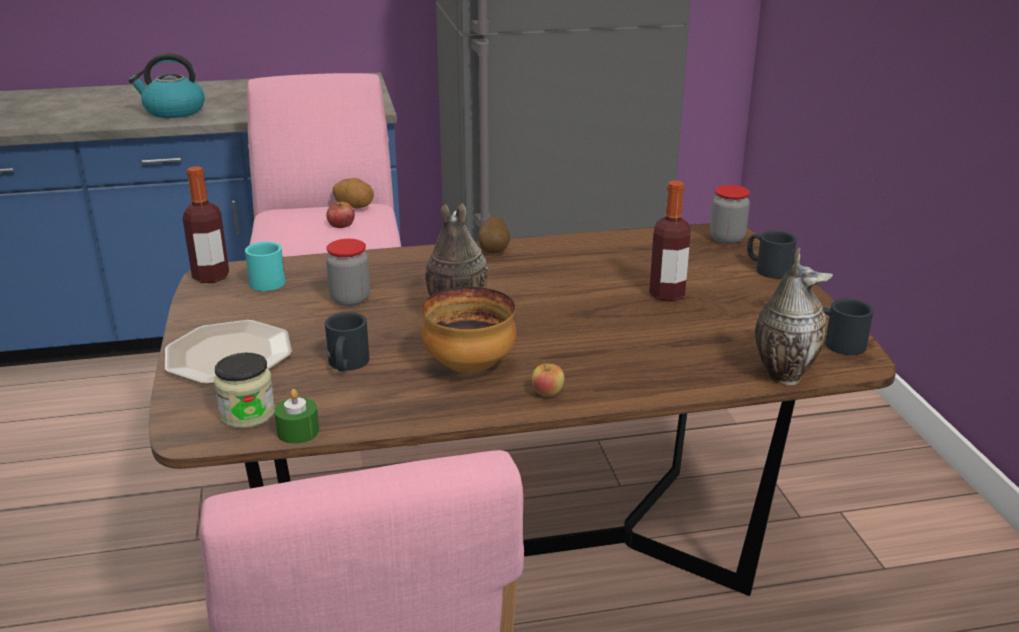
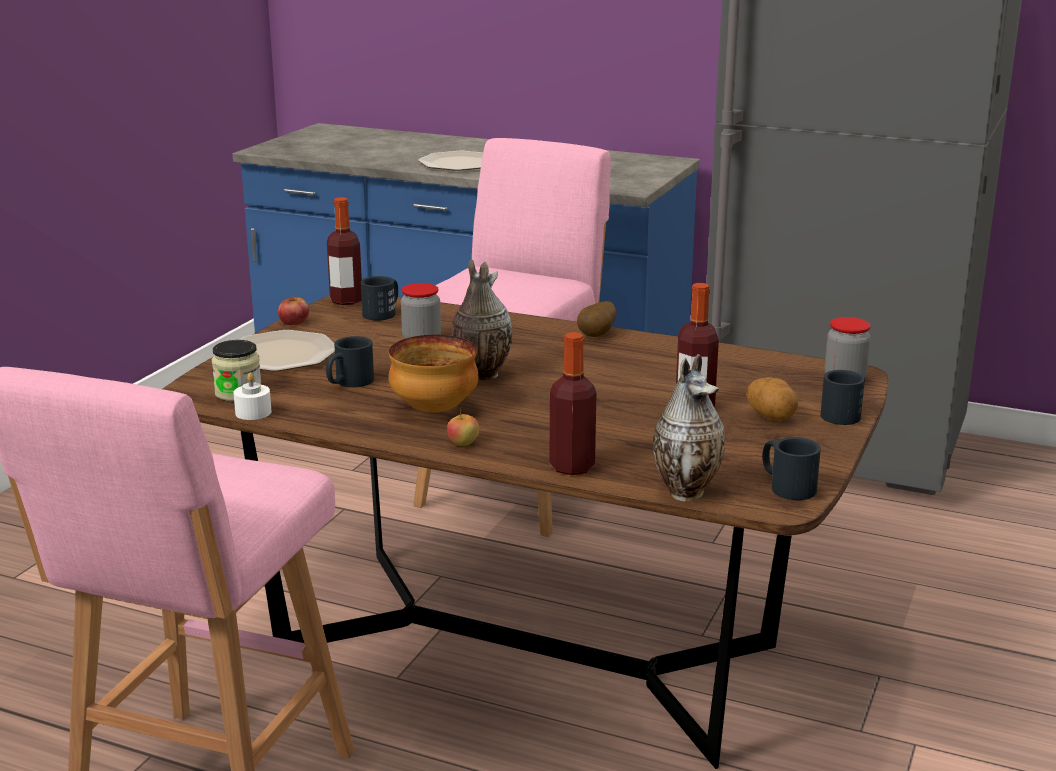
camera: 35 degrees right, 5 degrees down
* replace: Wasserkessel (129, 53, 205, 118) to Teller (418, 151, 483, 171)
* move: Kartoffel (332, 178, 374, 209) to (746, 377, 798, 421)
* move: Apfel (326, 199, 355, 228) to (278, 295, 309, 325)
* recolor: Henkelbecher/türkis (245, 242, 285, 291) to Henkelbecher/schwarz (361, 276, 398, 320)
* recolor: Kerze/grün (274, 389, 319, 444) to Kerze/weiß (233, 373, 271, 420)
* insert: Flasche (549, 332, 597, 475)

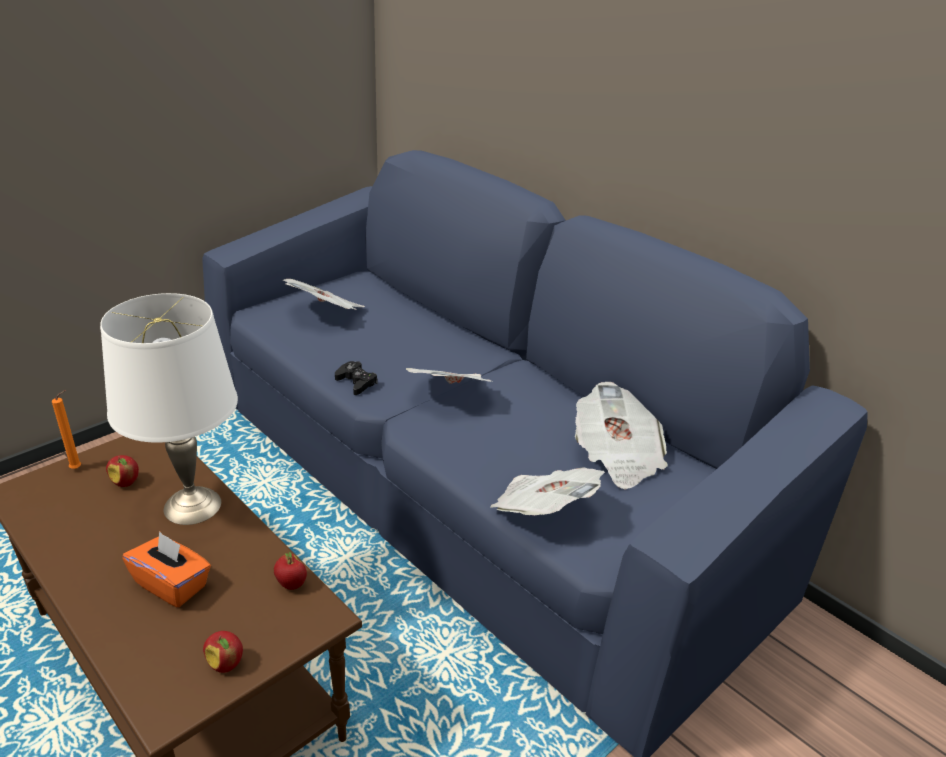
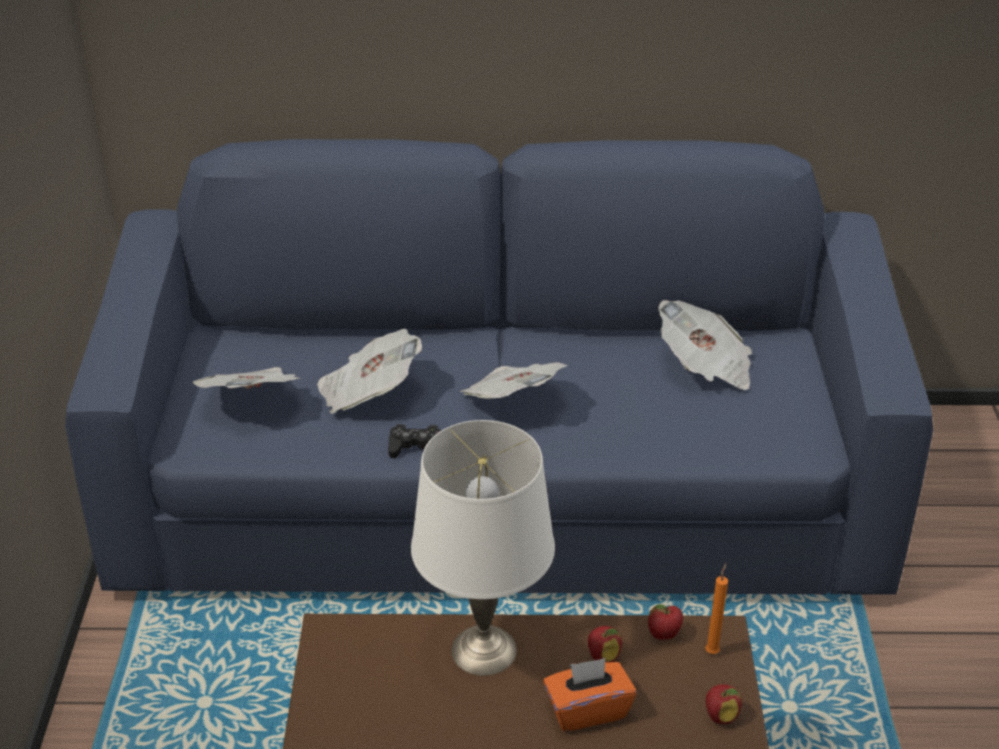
camera: 45 degrees left, 5 degrees up
* move: Kerze/orange (52, 390, 81, 469) to (705, 563, 728, 654)
* move: Apfel (106, 455, 139, 487) to (588, 626, 622, 662)
* move: Zeitung (491, 468, 605, 515) to (317, 329, 422, 414)

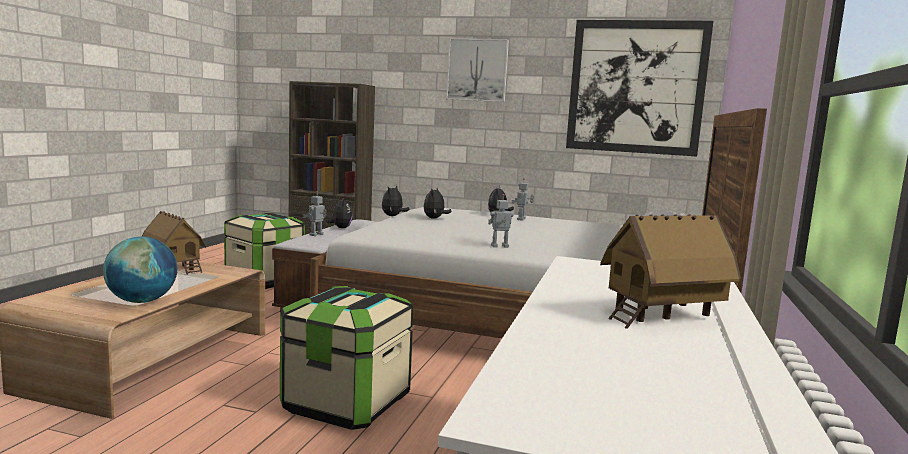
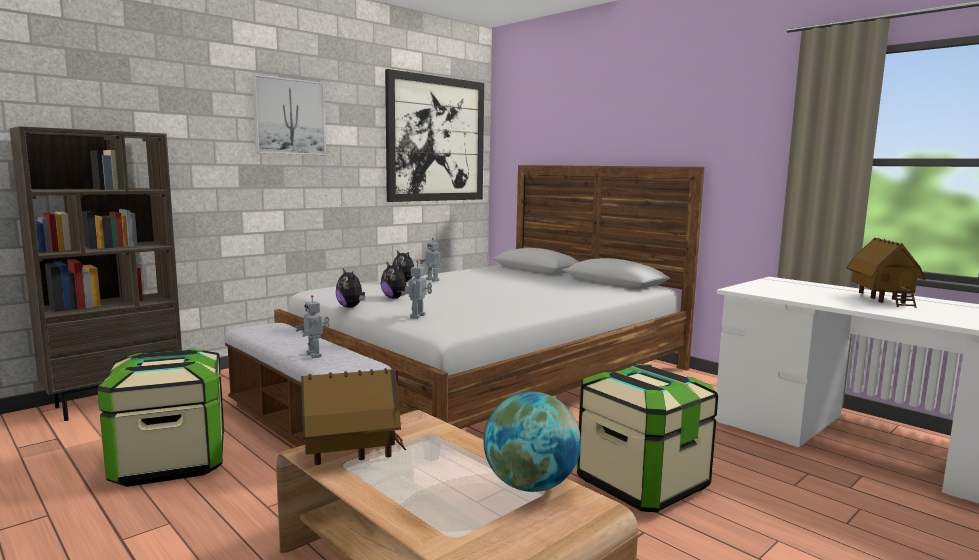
camera: 60 degrees left, 0 degrees up
* move: Spielzeugroboter (488, 194, 513, 247) to (401, 260, 432, 319)
* delete: Plüschtier (326, 197, 353, 228)

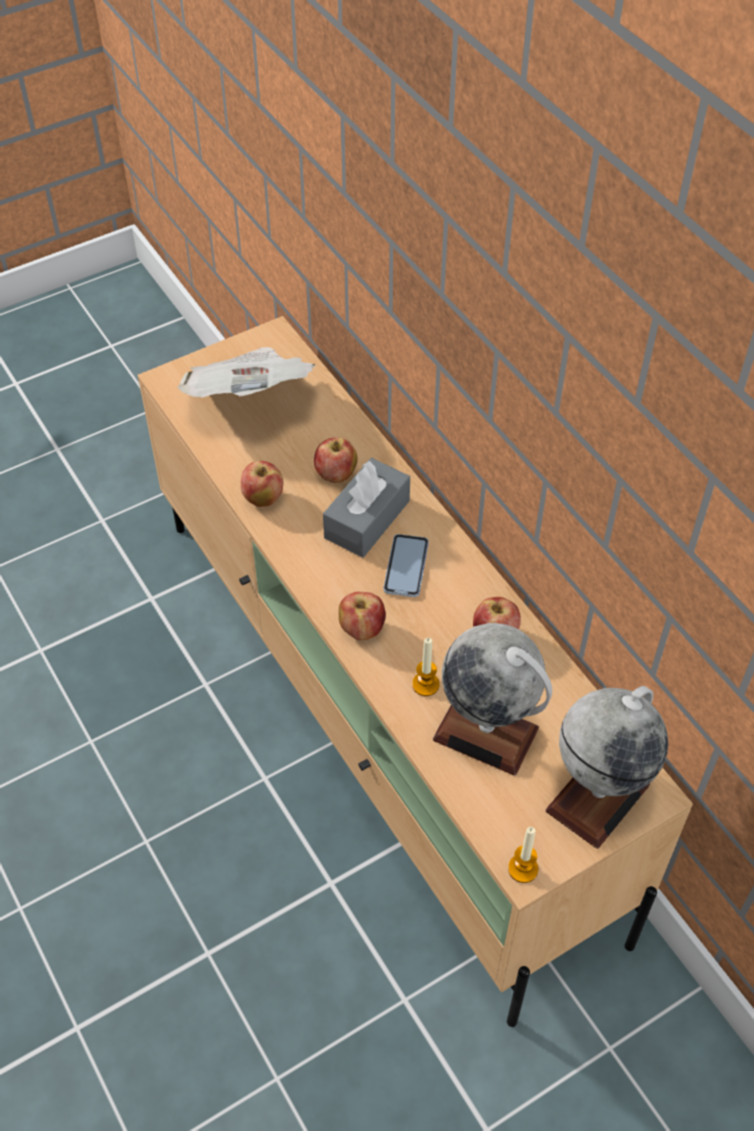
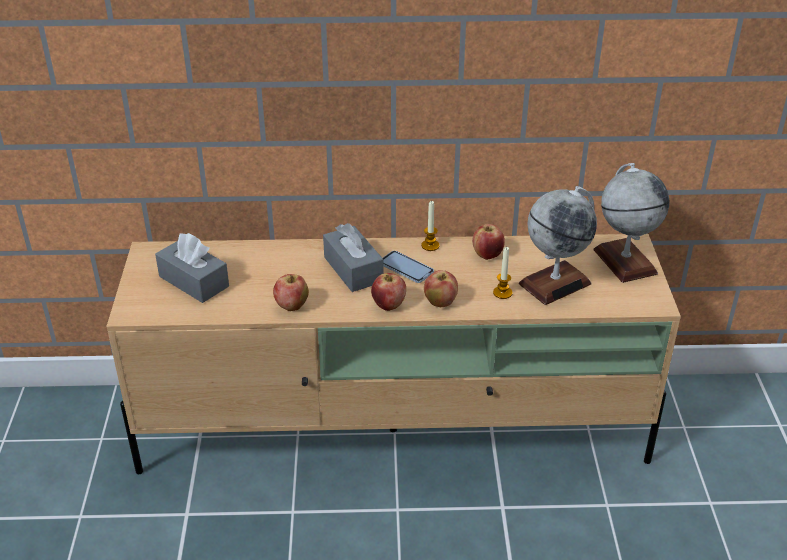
camera: 60 degrees left, 15 degrees down
* replace: Zeitung (177, 347, 316, 398) to Taschentuchbox/grau (155, 233, 229, 303)
* move: Apfel (314, 437, 358, 483) to (371, 273, 406, 311)
* move: Kerze (508, 827, 538, 883) to (421, 201, 439, 251)

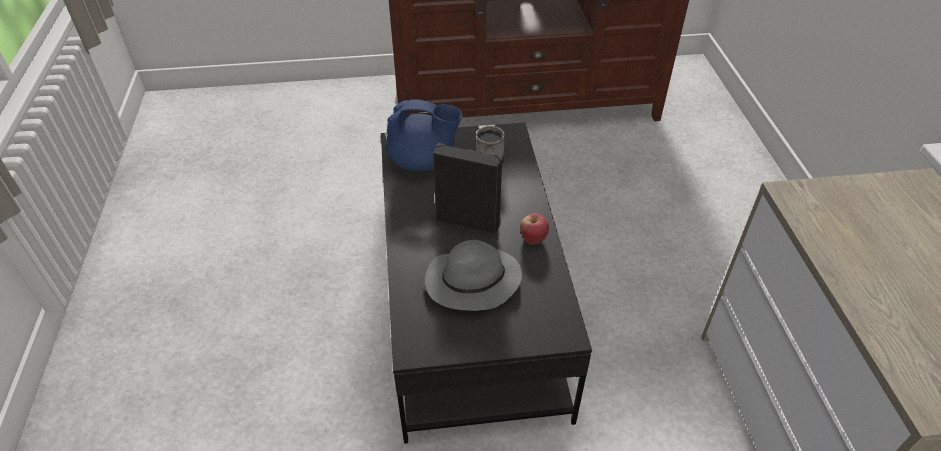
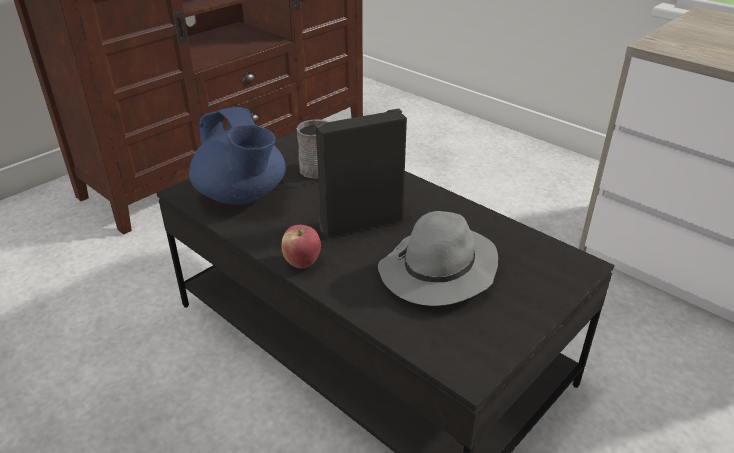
camera: 40 degrees left, 10 degrees down
* rotate: Teekanne/blau (385, 100, 462, 171) = (189, 107, 286, 205) 90 degrees clockwise
* move: Apfel (520, 213, 549, 245) to (281, 225, 321, 268)

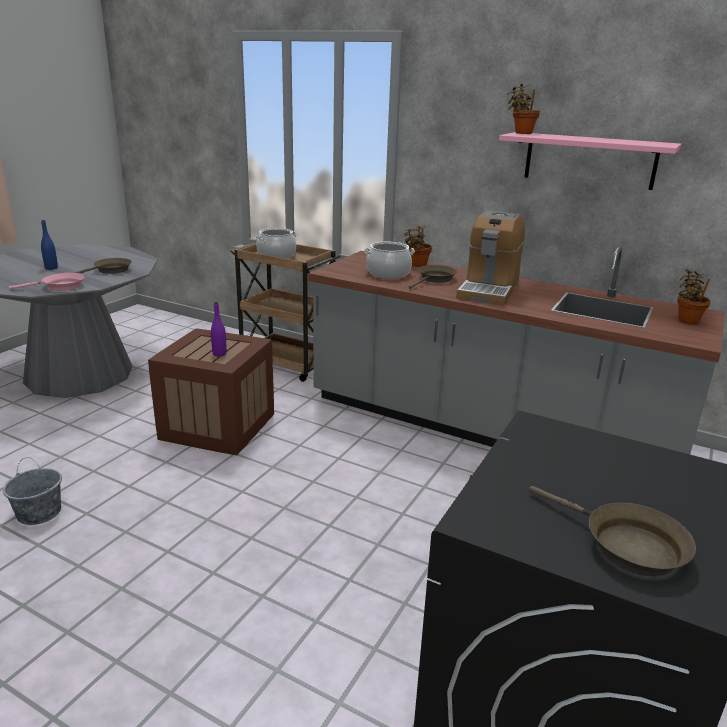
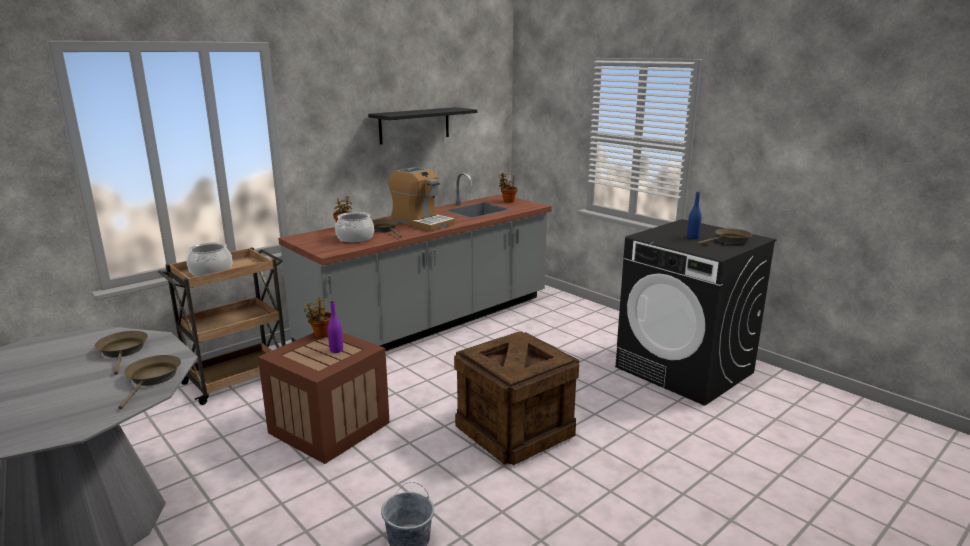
camera: 70 degrees left, 5 degrees down
* move: Topfpflanze (507, 84, 540, 134) to (303, 297, 331, 338)
* recolor: Wandregal/rosa (499, 132, 681, 190) to Wandregal/schwarz (368, 107, 477, 145)
* move: Flasche/blau (41, 220, 58, 270) to (687, 192, 702, 239)
* recolor: Pfanne/rosa (9, 273, 84, 291) to Pfanne/braun (118, 355, 181, 410)
* insert: Kiste (454, 331, 579, 465)

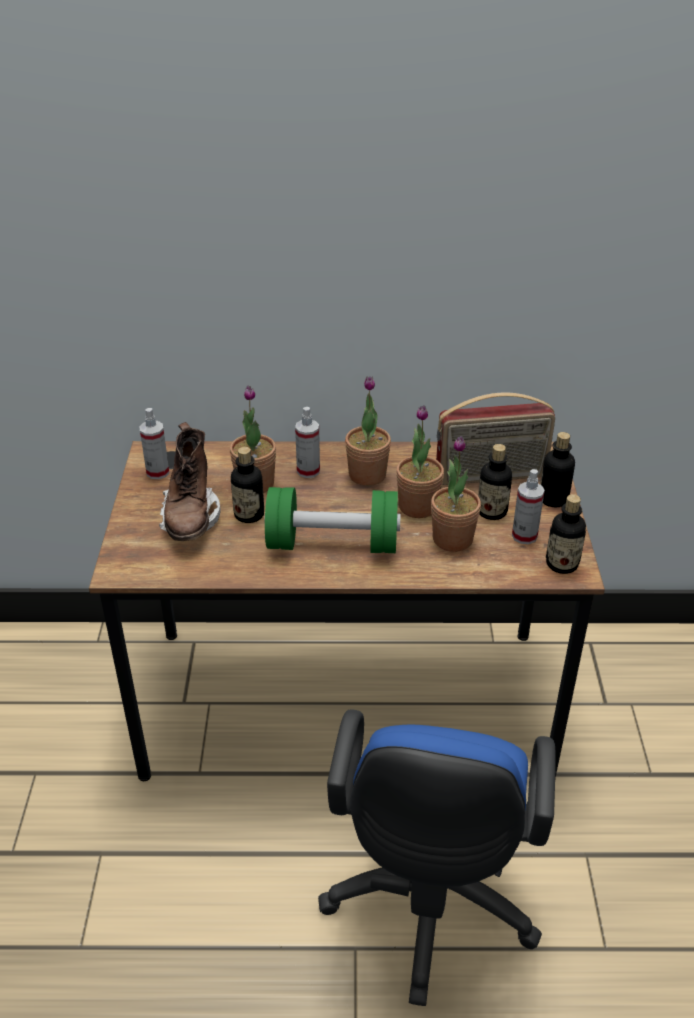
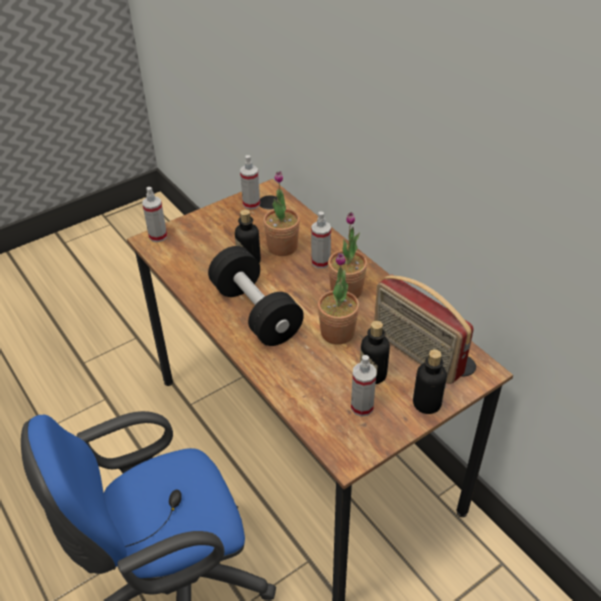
camera: 55 degrees right, 5 degrees up
* delete: Stiefel/braun (159, 422, 221, 541)
* delete: Topfpflanze (431, 436, 481, 552)
* recolor: Hantel/grün (265, 487, 401, 553) to Hantel/schwarz (208, 246, 304, 346)
* delete: Flasche (546, 494, 586, 574)
* insert: Sprühflasche (142, 187, 167, 242)

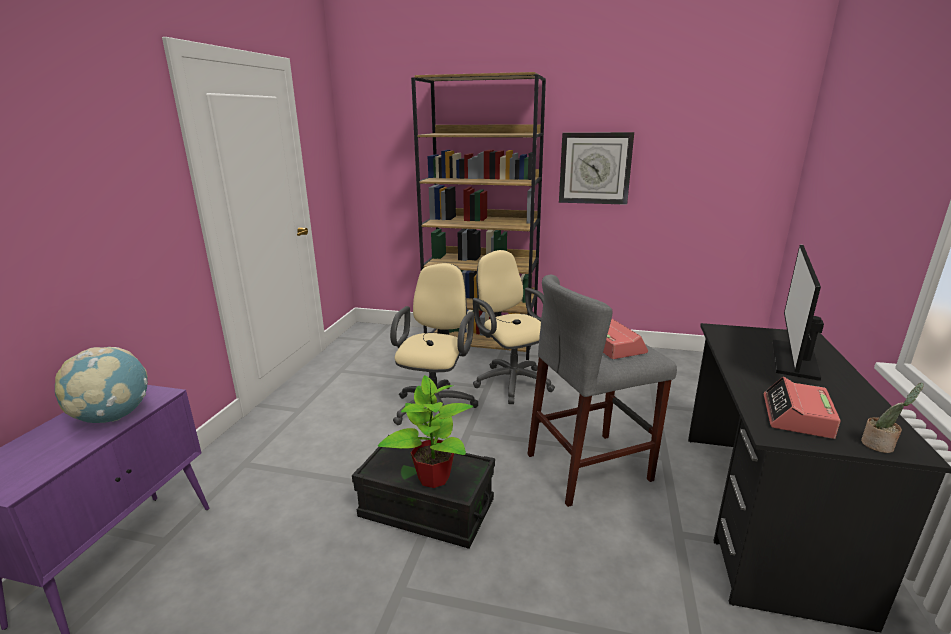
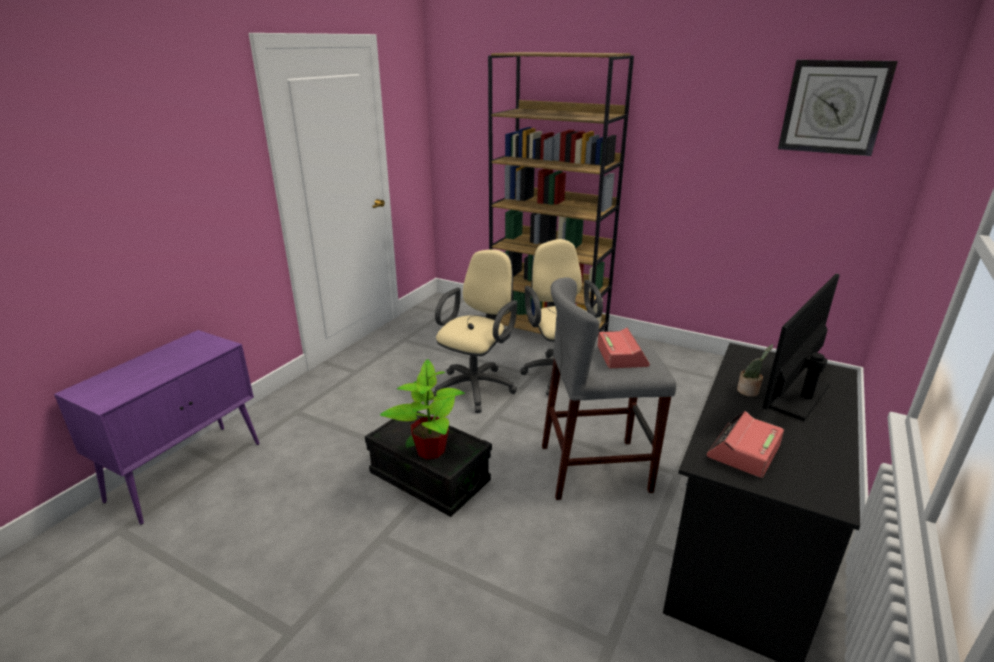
camera: 15 degrees right, 5 degrees up
* move: Wanduhr (559, 132, 634, 205) to (778, 60, 898, 156)
* delete: Globus (55, 347, 148, 423)
* move: Topfpflanze (861, 383, 924, 453) to (737, 344, 773, 397)

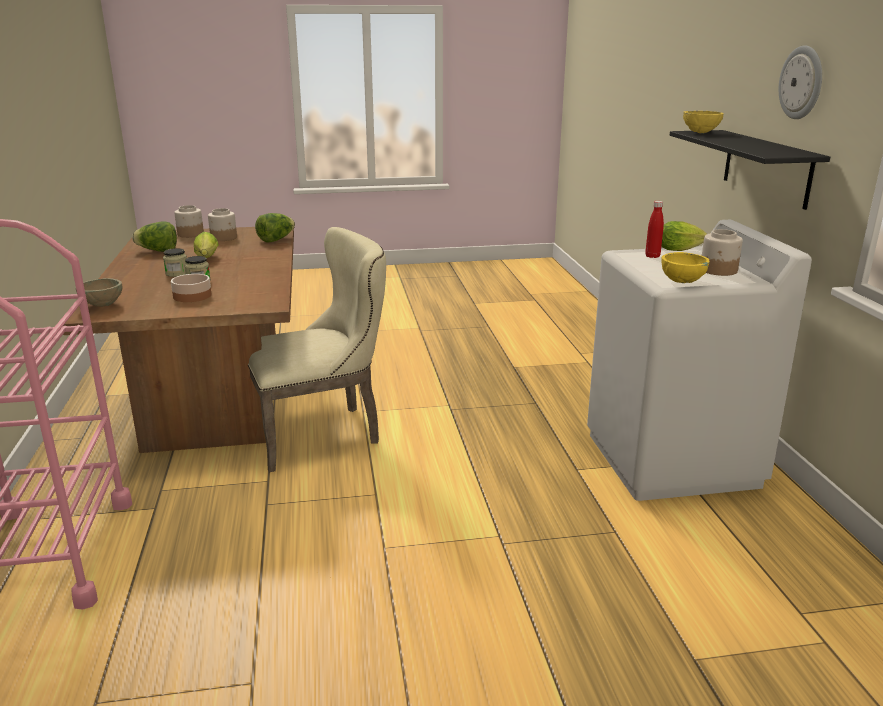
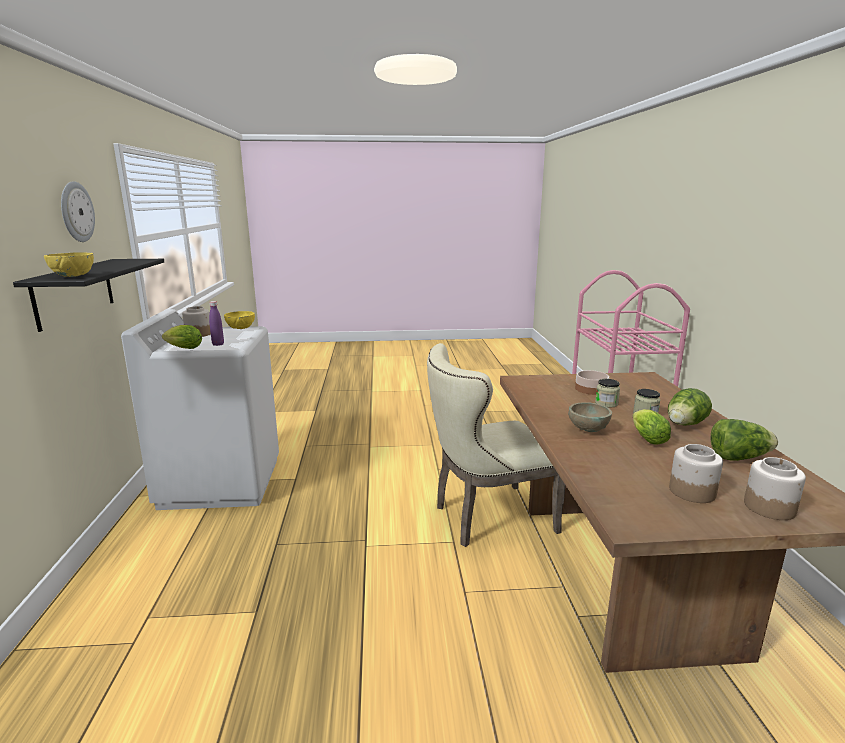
camera: 175 degrees left, 5 degrees down
* recolor: Flasche/rot (645, 201, 664, 258) to Flasche/lila (209, 301, 224, 346)
* move: Salatkopf (255, 213, 295, 243) to (668, 388, 712, 426)
* move: Schüssel/beige (76, 278, 123, 307) to (568, 403, 612, 432)

